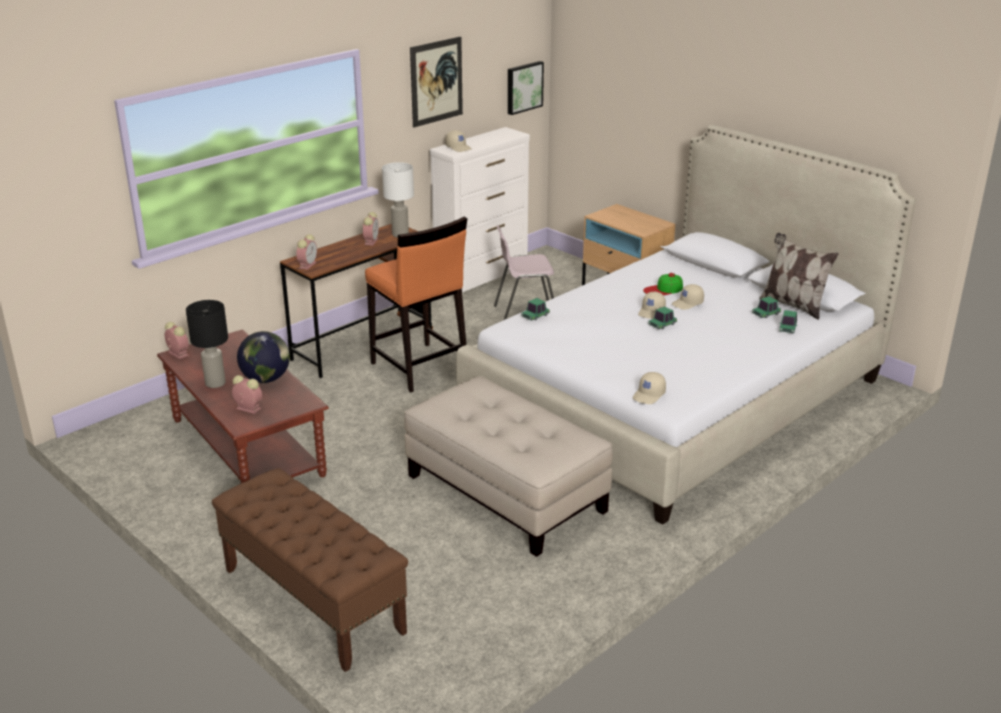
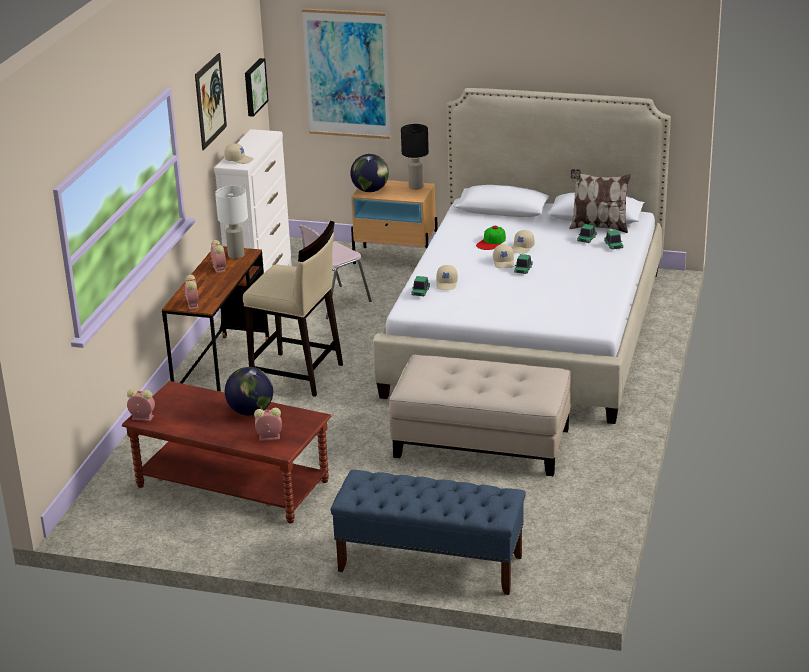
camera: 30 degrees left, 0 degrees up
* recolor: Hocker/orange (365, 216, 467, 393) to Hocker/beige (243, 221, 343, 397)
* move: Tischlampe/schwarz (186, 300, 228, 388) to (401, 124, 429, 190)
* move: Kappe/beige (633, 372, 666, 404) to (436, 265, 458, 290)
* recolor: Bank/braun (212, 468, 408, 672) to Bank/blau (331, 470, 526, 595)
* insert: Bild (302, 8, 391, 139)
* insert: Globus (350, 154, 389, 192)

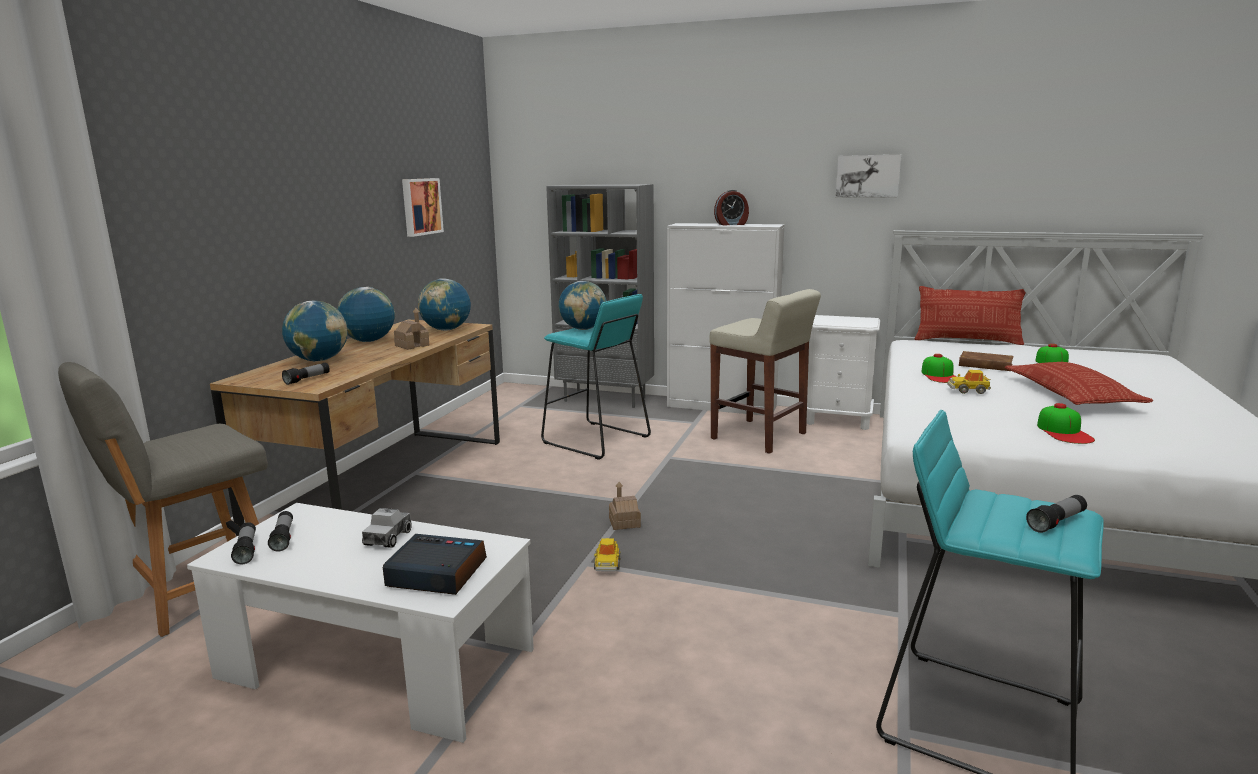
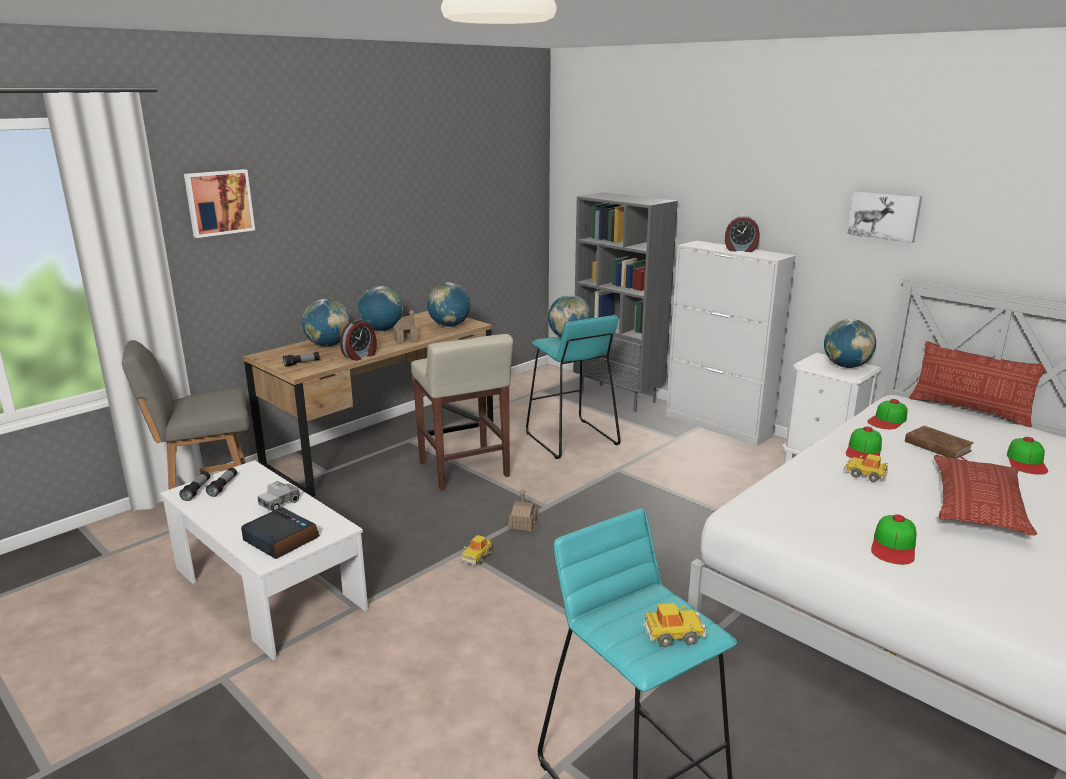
camera: 25 degrees right, 5 degrees up
* move: Bild (402, 178, 444, 237) to (184, 169, 255, 238)
* move: Hocker/beige (709, 289, 821, 454) to (411, 334, 513, 491)
* replace: Taschenlampe (1026, 495, 1087, 533) to Spielzeugauto (643, 603, 707, 647)
* insert: Globus (824, 319, 876, 368)
* insert: Wecker (340, 320, 377, 361)
* insert: Kappe (867, 399, 907, 429)

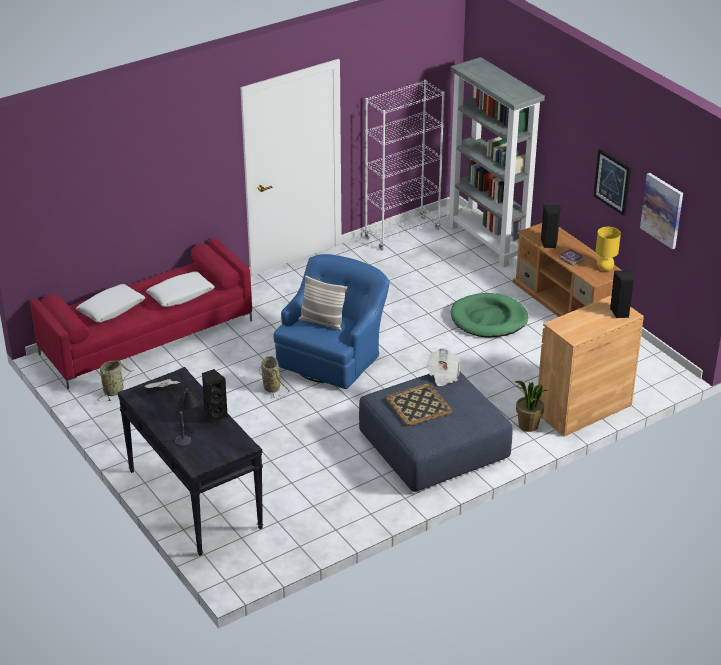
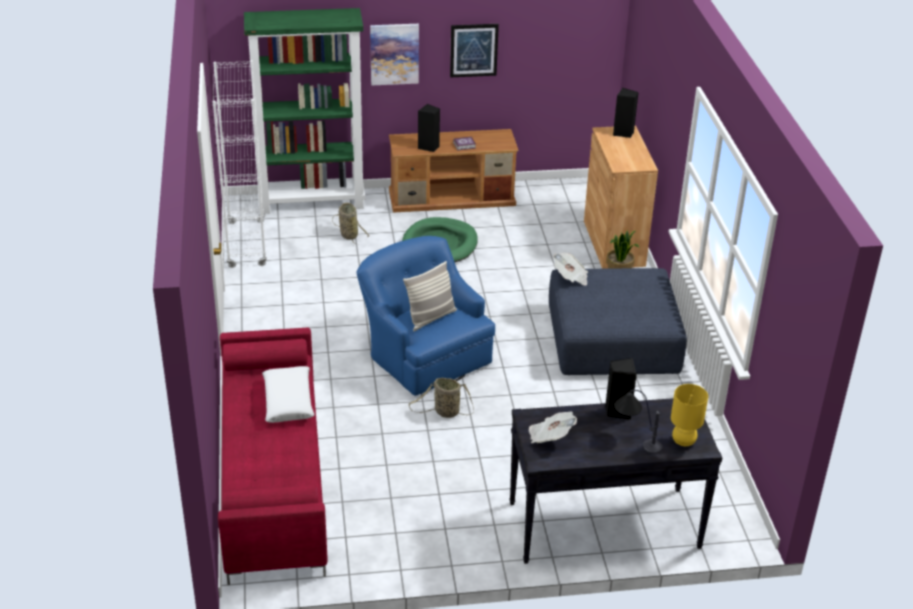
camera: 65 degrees left, 0 degrees up
* recolor: Bücherregal/grau (447, 57, 545, 267) to Bücherregal/grün (244, 8, 365, 214)
* move: Bild (640, 173, 683, 249) to (370, 24, 419, 85)
* move: Tischlampe/gelb (596, 227, 621, 271) to (671, 384, 708, 446)
* delete: Kissen/weiß (76, 284, 145, 322)
* move: Korb (98, 360, 135, 402) to (332, 203, 369, 244)
* delete: Tablett (386, 384, 453, 426)

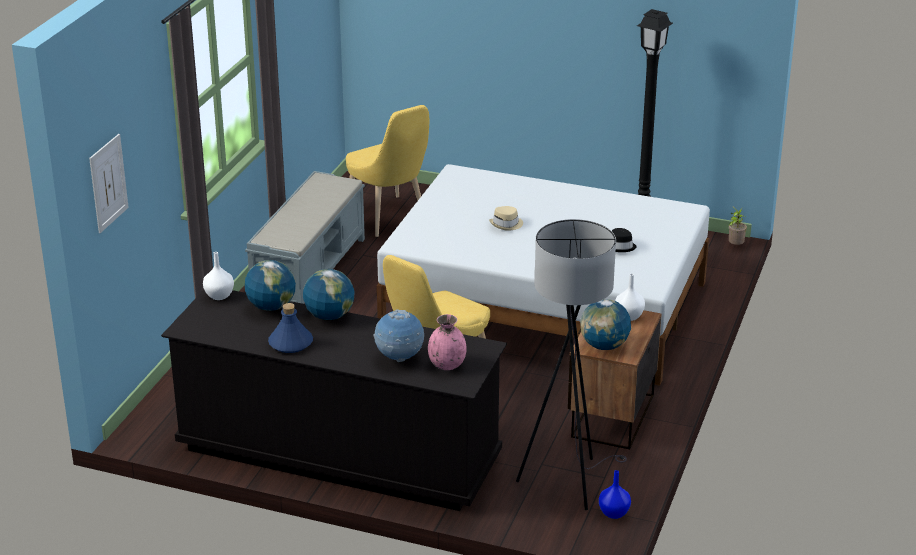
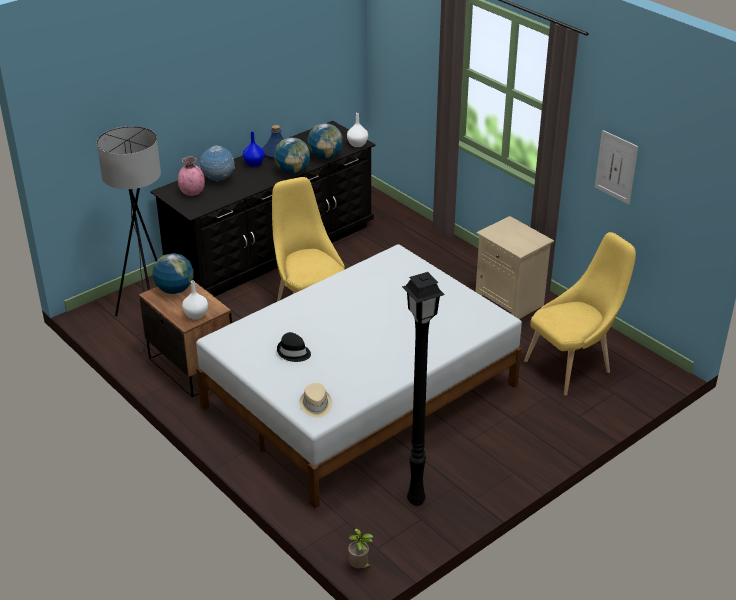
camera: 120 degrees right, 5 degrees up
* rotate: Stuhl/gelb (346, 105, 429, 237) = (524, 232, 636, 395) 150 degrees clockwise
* move: Bild (89, 134, 129, 233) to (595, 130, 638, 204)
* replace: Bank/grau (245, 171, 365, 304) to Nachttisch/beige (476, 216, 554, 319)
* move: Hut/beige (489, 206, 523, 231) to (299, 383, 332, 418)
* move: Vase/blau (599, 470, 631, 519) to (243, 132, 265, 167)

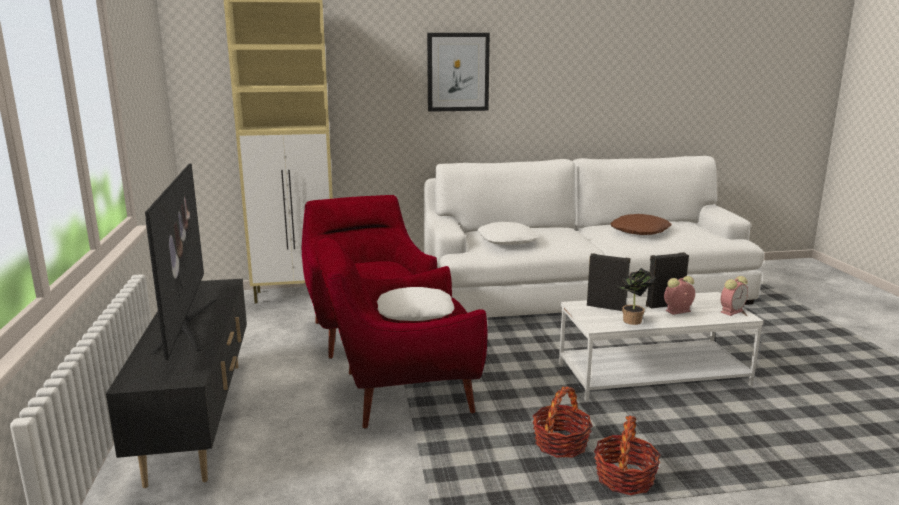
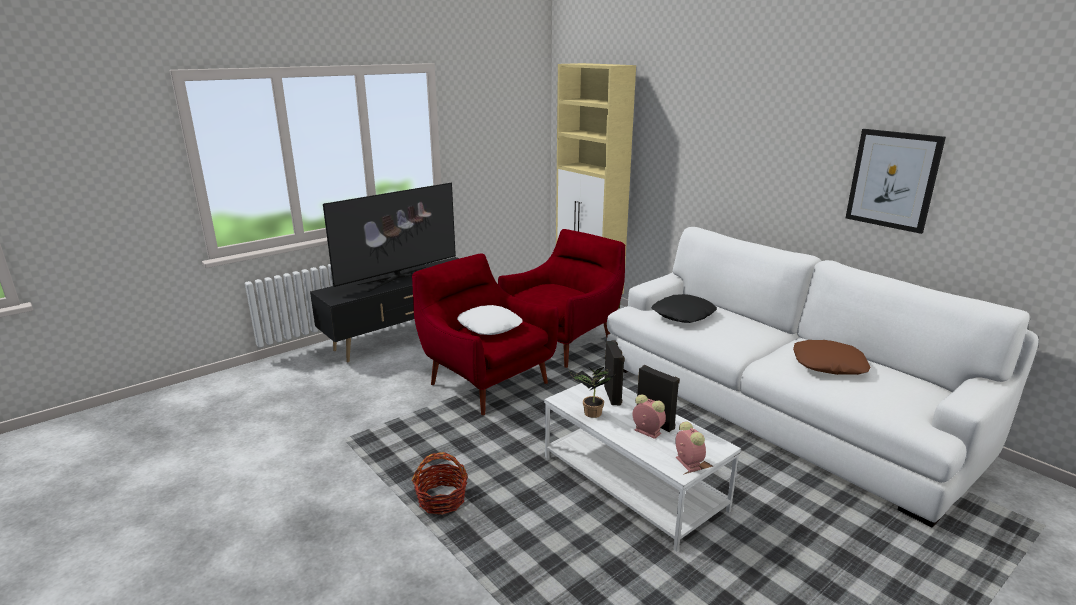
camera: 60 degrees right, 5 degrees up
* move: Bild (427, 33, 490, 112) to (846, 129, 946, 234)
* recolor: Kissen/weiß (477, 222, 538, 245) to Kissen/schwarz (652, 294, 717, 323)
* rotate: Wecker (721, 276, 748, 316) = (675, 422, 706, 472) 135 degrees counterclockwise
* delete: Korb (533, 386, 593, 458)

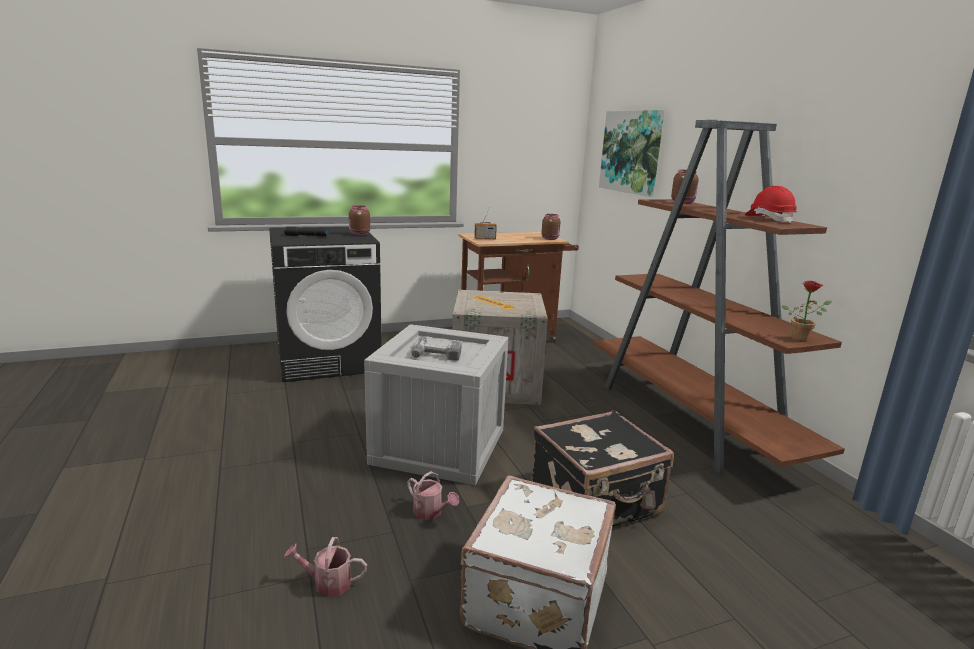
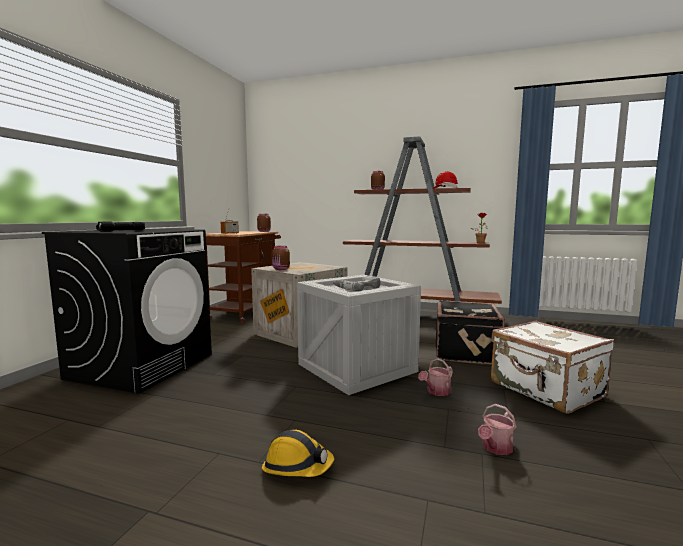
camera: 50 degrees left, 10 degrees down
* delete: Bild (599, 110, 665, 197)
* move: Vorratsglas/braun (349, 205, 370, 236) to (272, 246, 290, 270)
* rotate: Gießkanne (407, 471, 459, 520) = (418, 358, 453, 396) 150 degrees clockwise
* insert: Schutzhelm (262, 430, 334, 477)

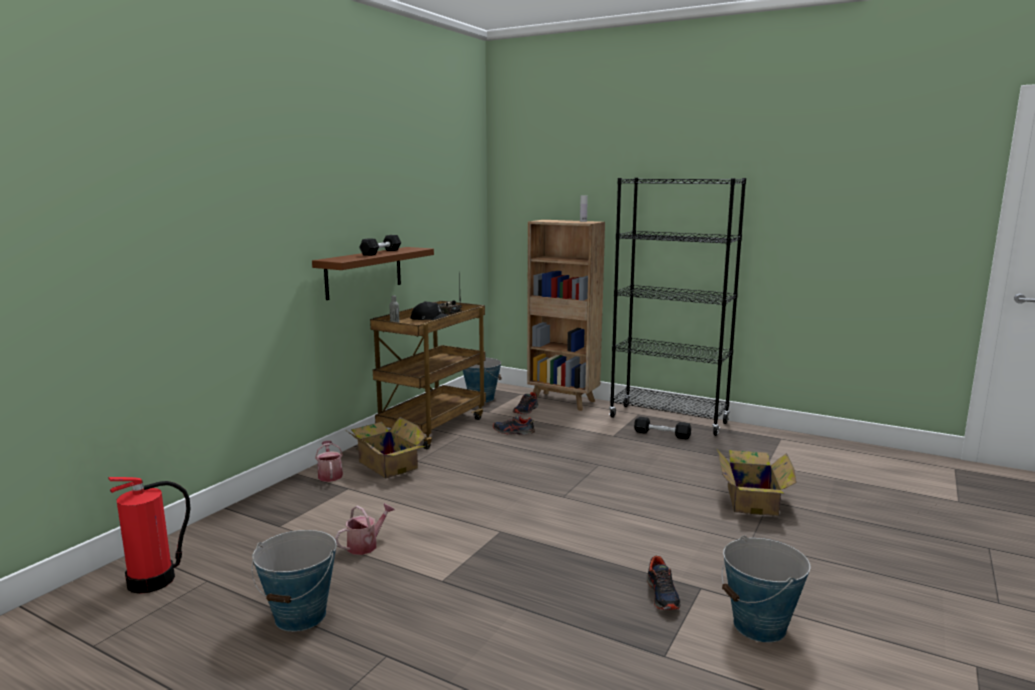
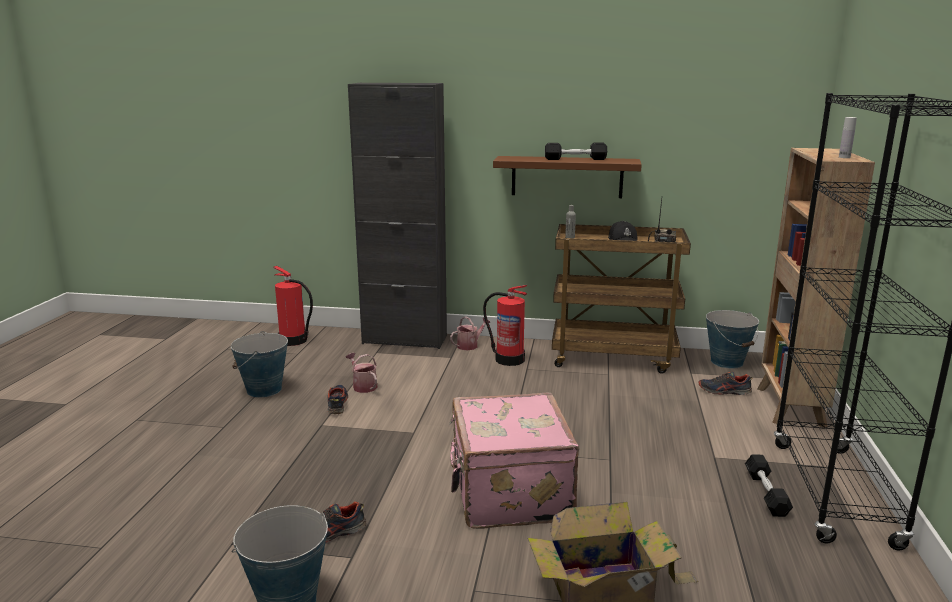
camera: 70 degrees right, 5 degrees up
* move: Schuh (493, 415, 535, 435) to (327, 385, 348, 414)
* replace: Karton (347, 417, 425, 478) to Feuerlöscher (483, 285, 527, 366)
* rotate: Gießkanne (335, 503, 395, 555) = (346, 353, 378, 393) 150 degrees counterclockwise
* insert: Schrank/schwarz (348, 83, 447, 349)
* insert: Koffer/rosa (449, 393, 579, 529)

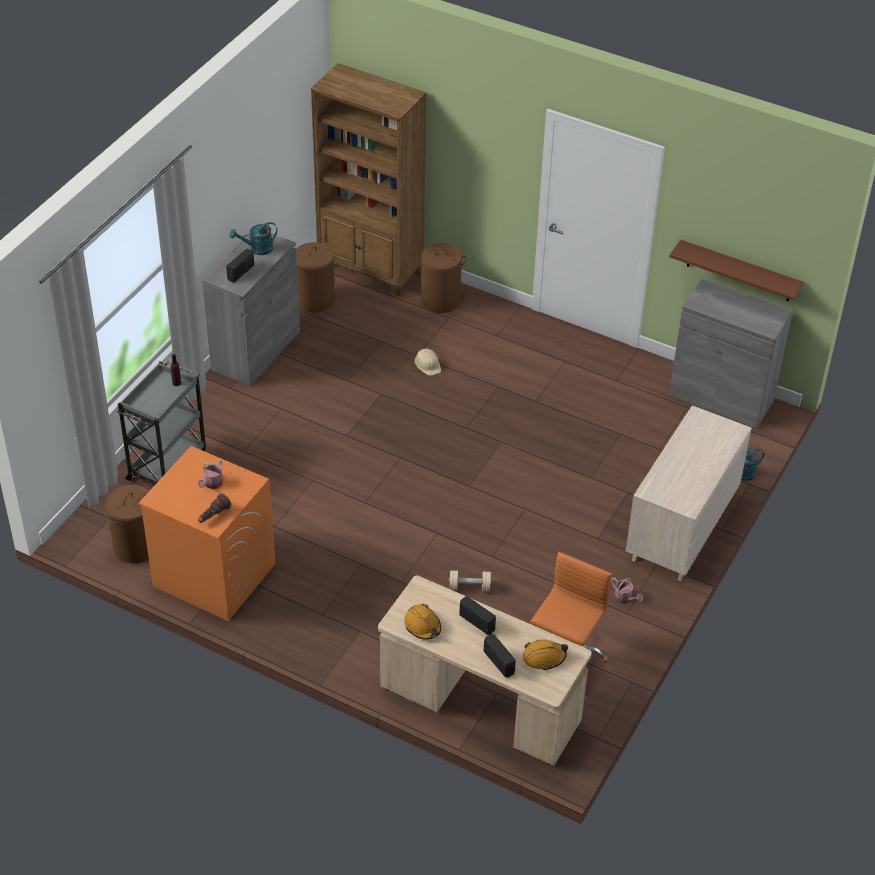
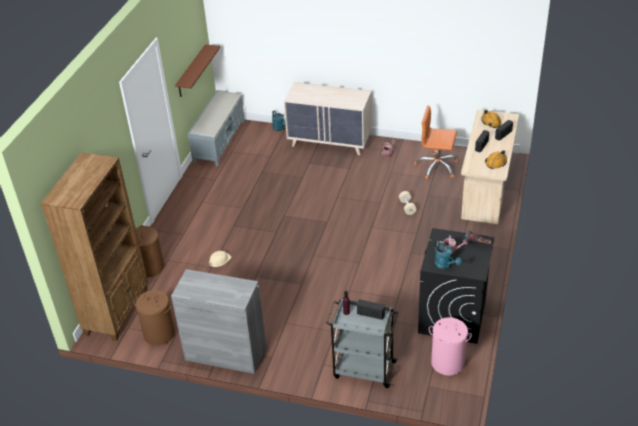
camera: 100 degrees left, 5 degrees down
* move: Gießkanne/türkis (230, 222, 277, 255) to (434, 241, 462, 269)
* move: Radio (226, 249, 254, 283) to (357, 299, 385, 320)
* replace: Schrank/grau (669, 279, 793, 428) to Bank/grau (187, 90, 245, 166)
* recolor: Waschmaschine/orange (139, 446, 275, 621) to Waschmaschine/schwarz (418, 228, 495, 344)
* recolor: Wäschekorb/braun (106, 484, 150, 563) to Wäschekorb/rosa (429, 317, 472, 376)

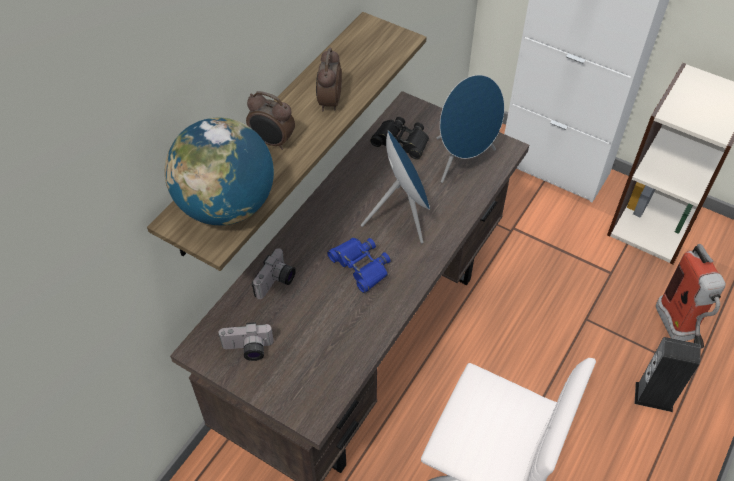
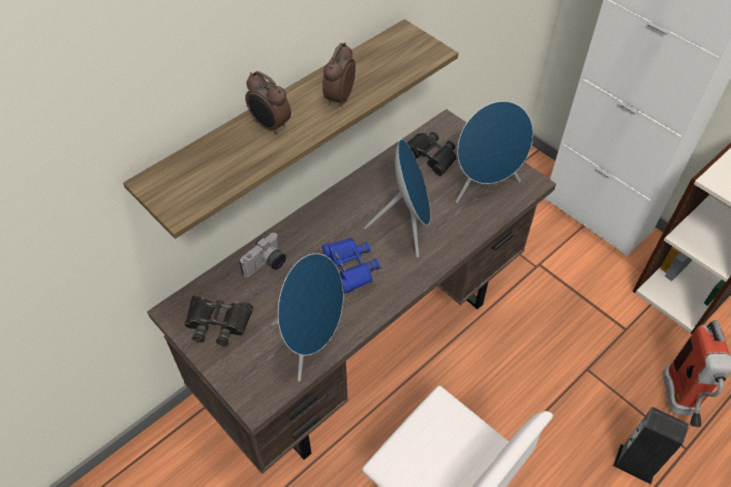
camera: 15 degrees right, 0 degrees up
* delete: Globus (165, 118, 274, 225)
* replace: Kamera (218, 322, 274, 361) to Fernglas/schwarz (185, 295, 253, 346)
* insert: Lautsprecher/blau (271, 253, 343, 382)

